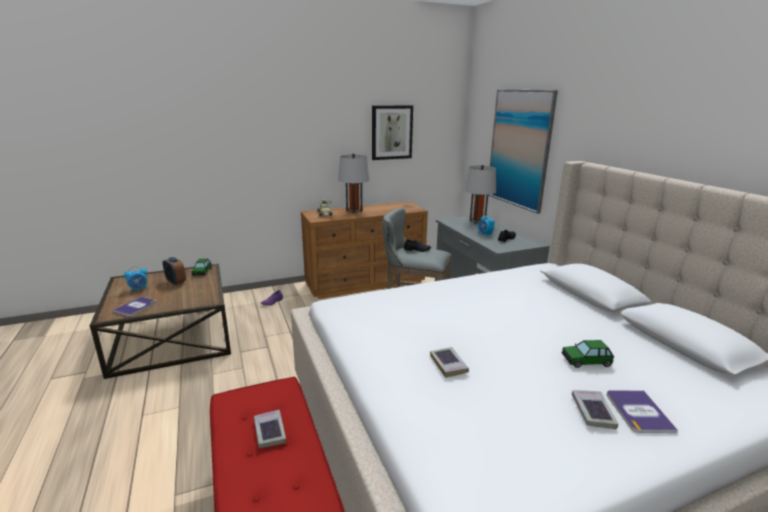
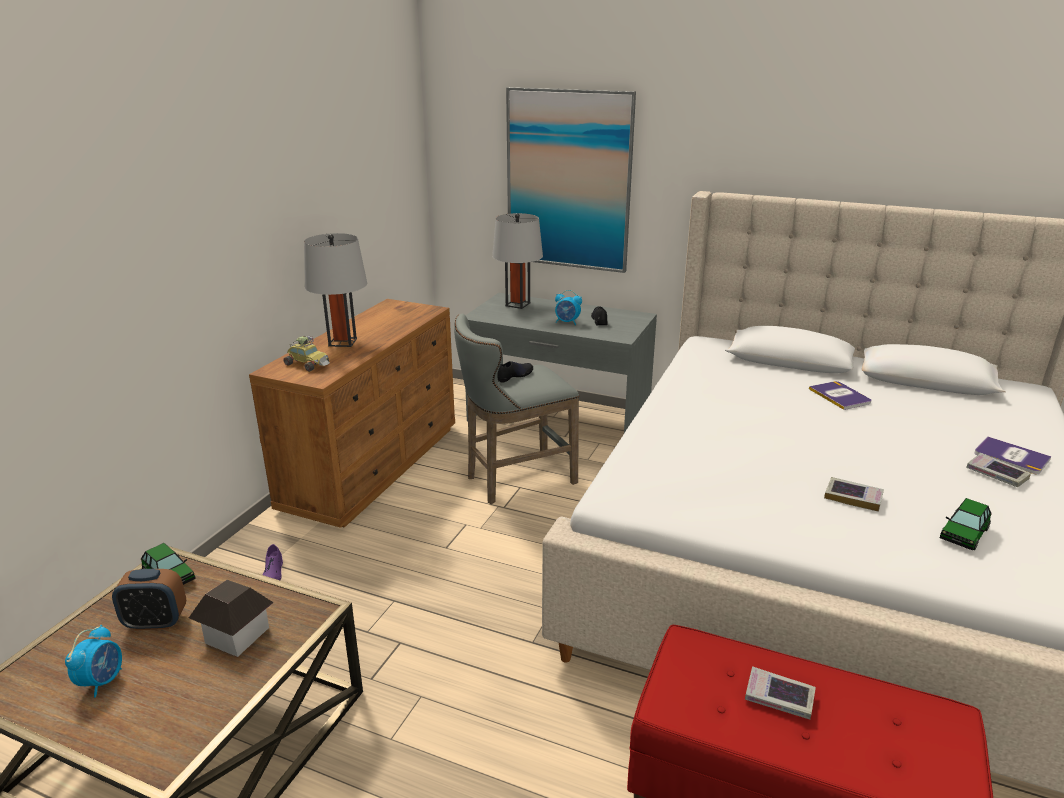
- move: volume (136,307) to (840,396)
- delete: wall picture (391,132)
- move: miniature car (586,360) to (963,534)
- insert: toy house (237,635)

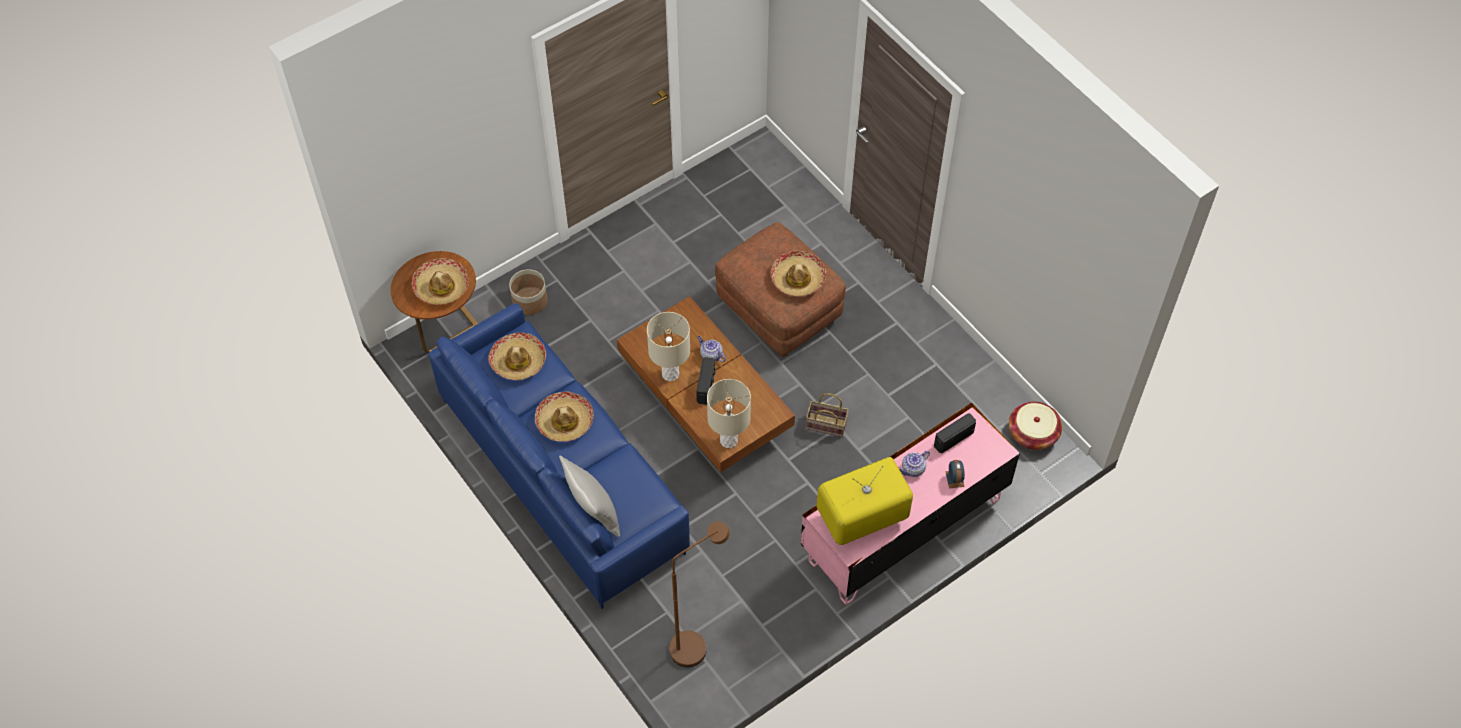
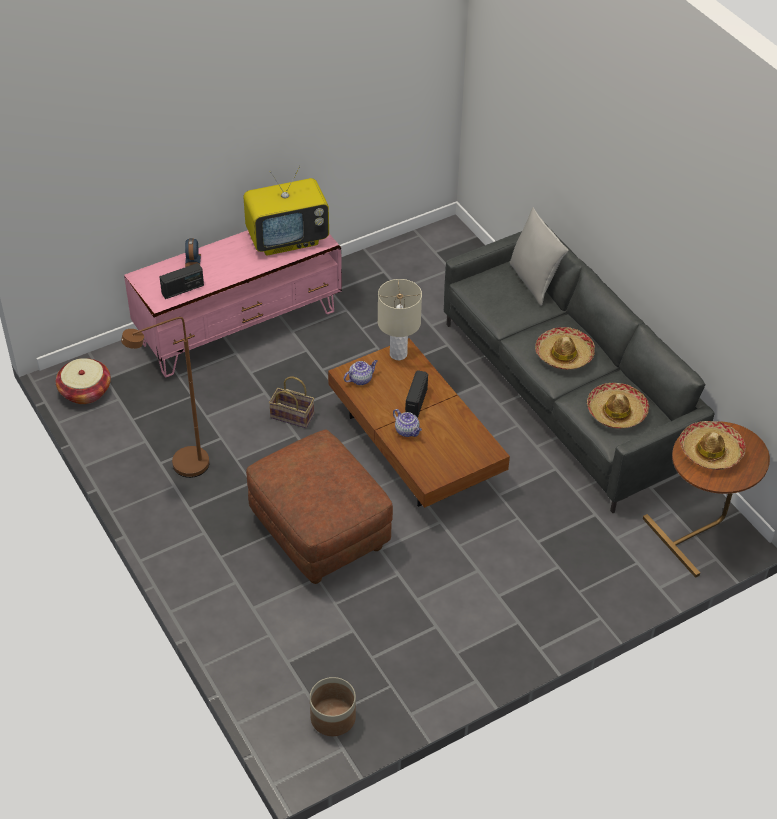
- recolor: bluish couch (563,473) to greyish couch (563,396)
- move: planter (530,301) to (333,718)
- delete: beige table lamp (670,374)
- move: brown standard lamp (696,643) to (181,468)
- delete: wearable hat (798,278)
- move: tea pot (913,469) to (361,379)

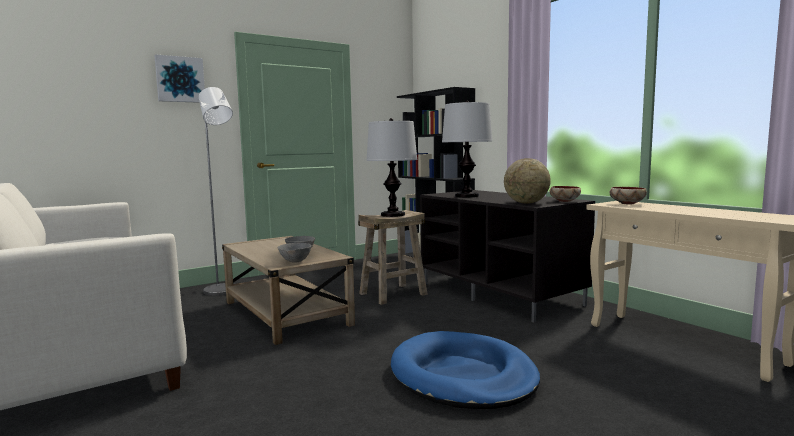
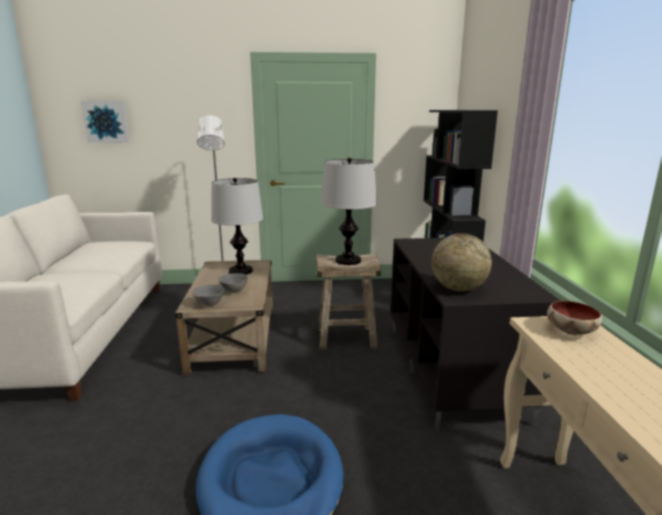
- move: wall picture (180,79) to (106,121)
- move: table lamp (467,196) to (240,271)
- delete: deep dish (564,201)

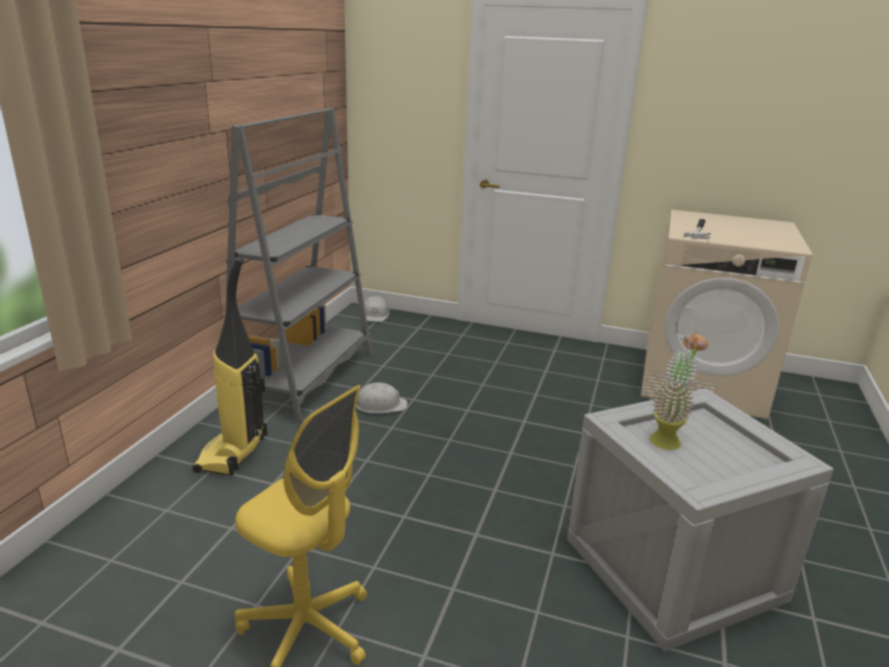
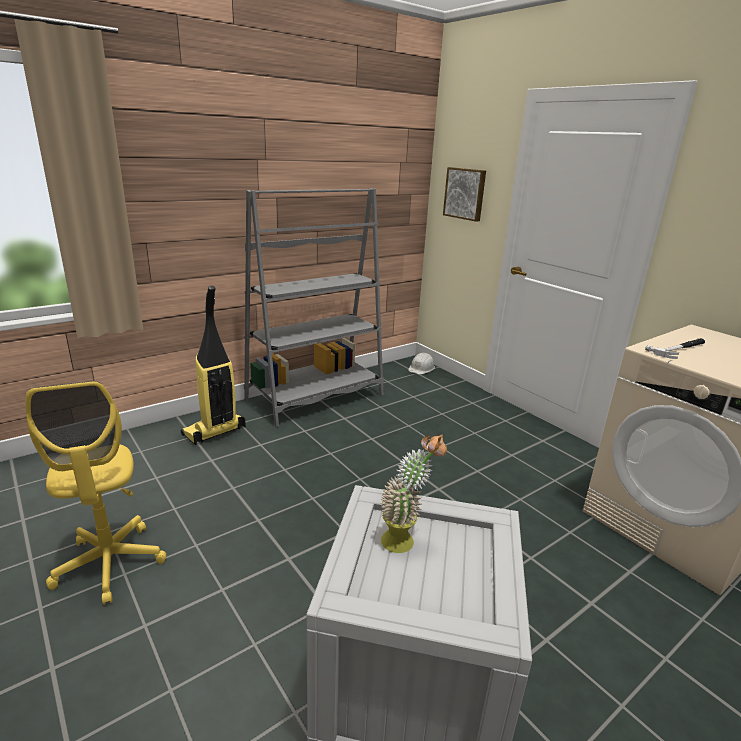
- delete: whitish safety helmet (380,405)
- insert: wall picture (465,193)

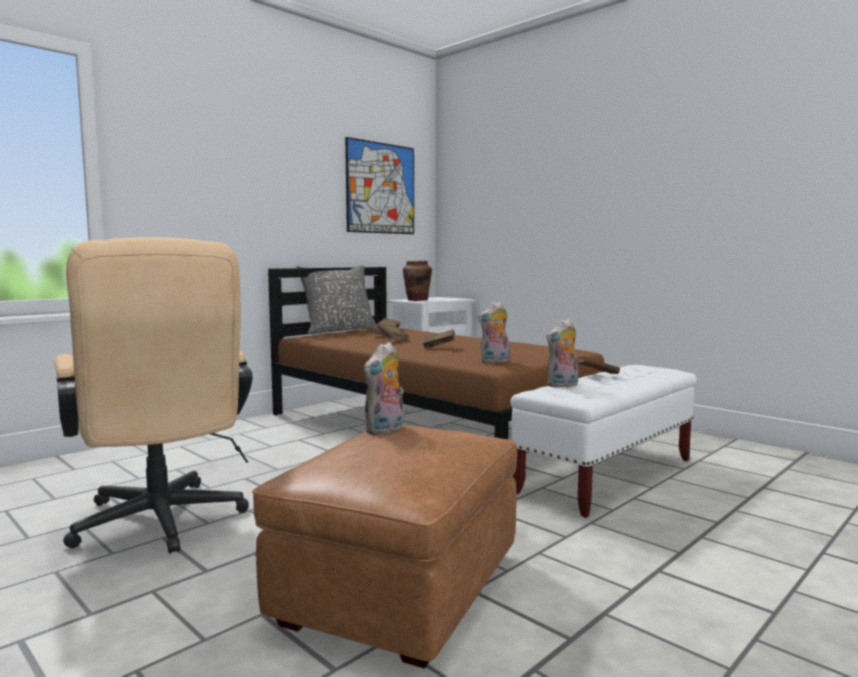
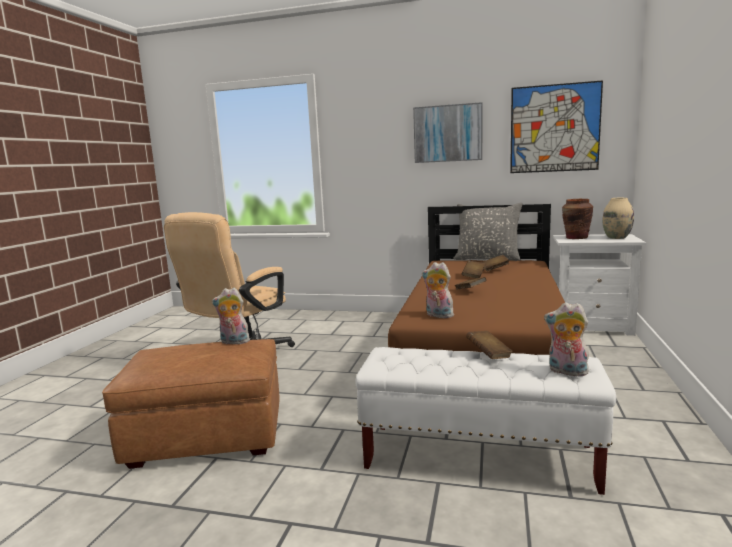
- move: cuddly toy (562,385) to (566,372)
- insert: wall picture (447,133)
- insert: beige flower vase (616,237)

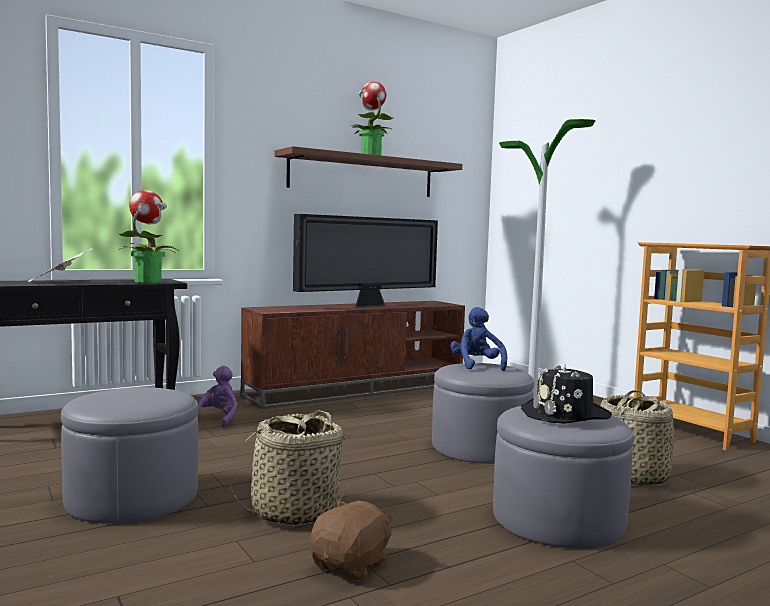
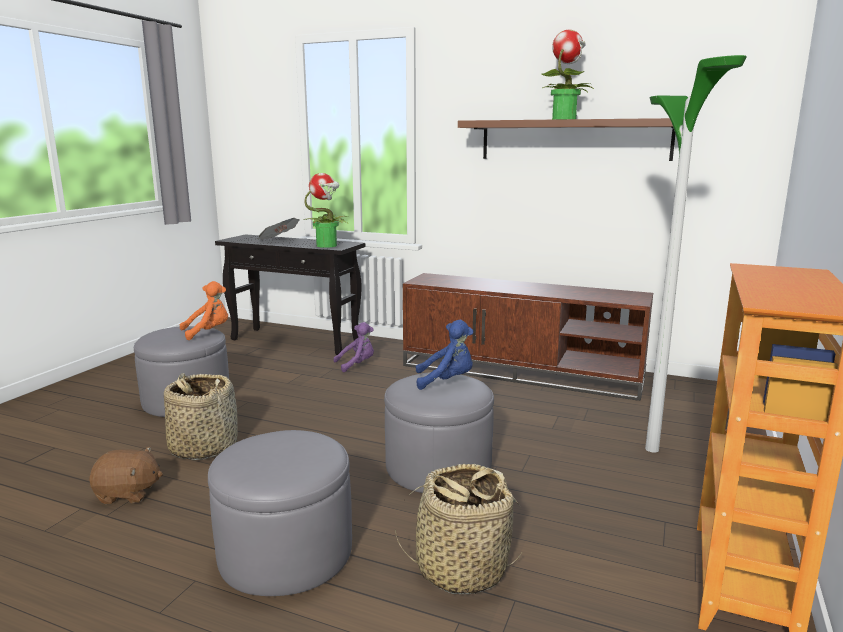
- delete: television (369,305)
- rotate: bluish cuddly toy (477,366) = (447,381) 45 degrees clockwise
- delete: blackish wearable hat (566,415)
- insert: orange cuddly toy (208,332)

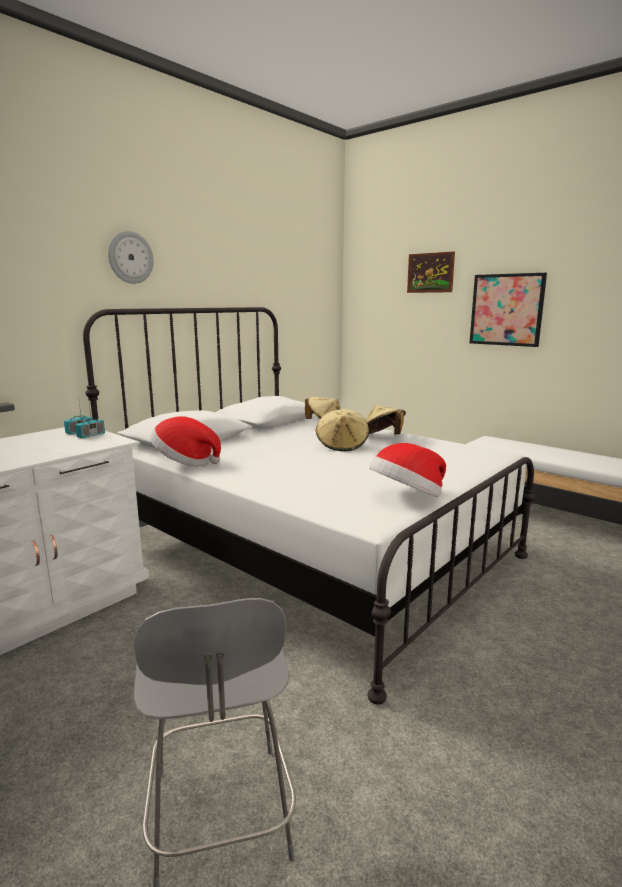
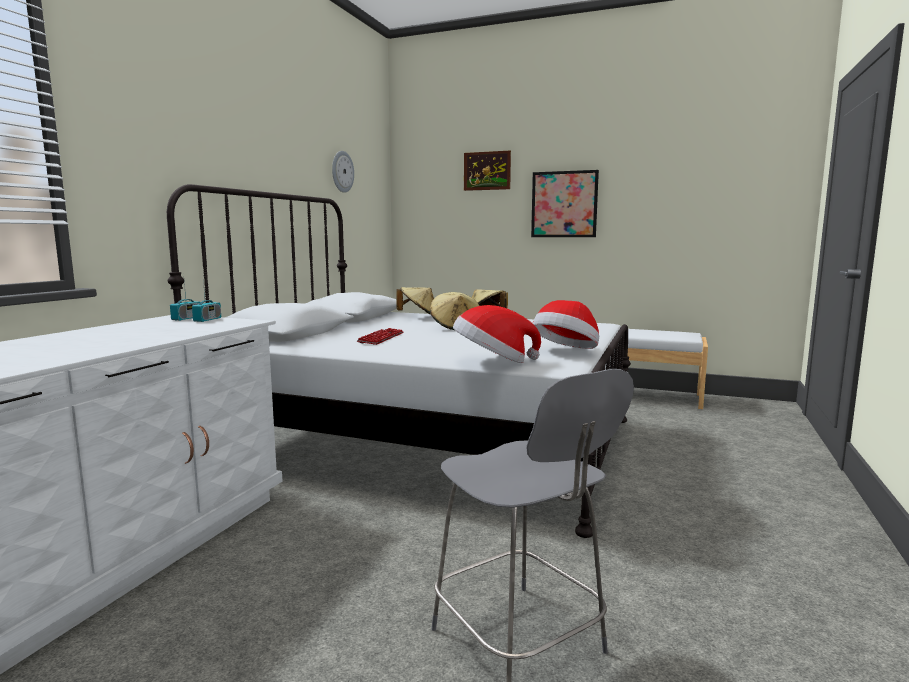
- move: wall clock (130,257) to (342,171)
- move: wearable hat (185,462) to (493,361)
- insert: keyboard (381,338)

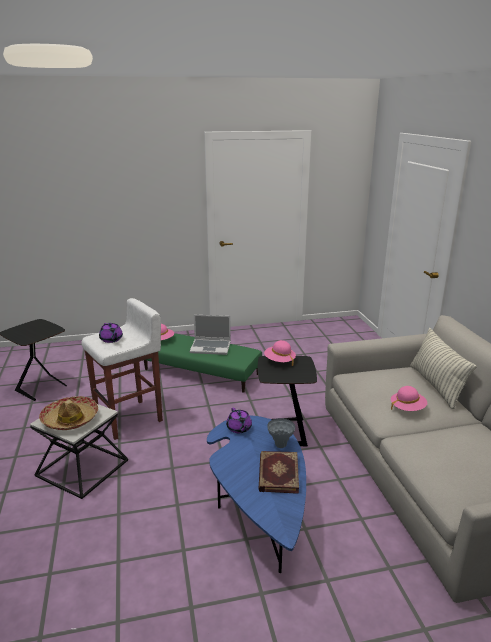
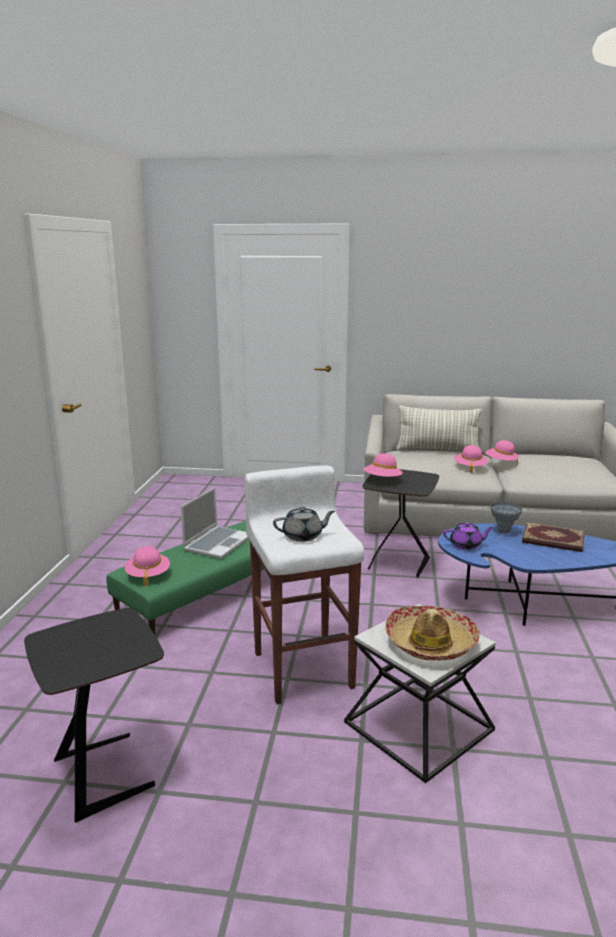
- recolor: purplish tea pot (111,339) to greyish tea pot (303,536)
- insert: pink wearable hat (501,462)

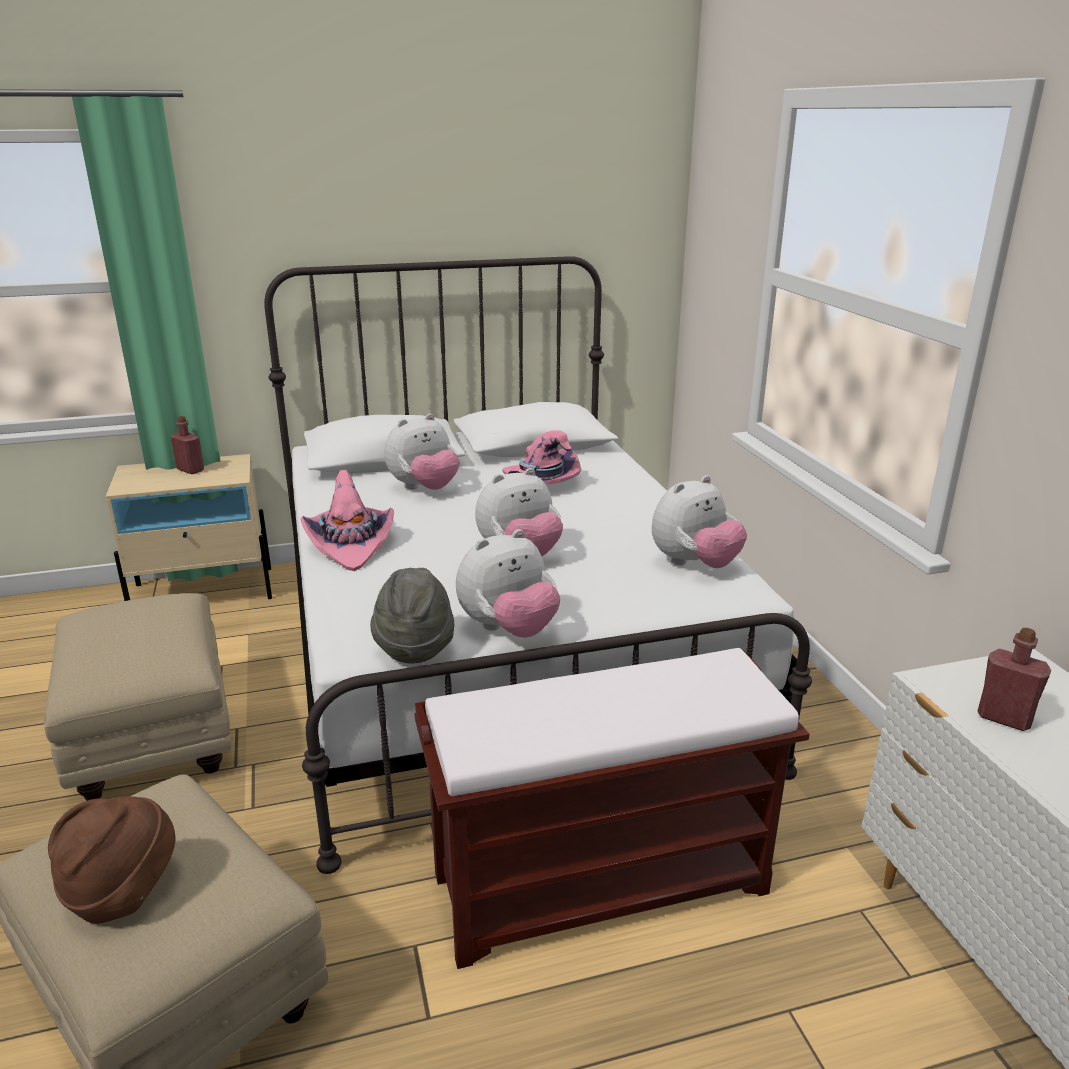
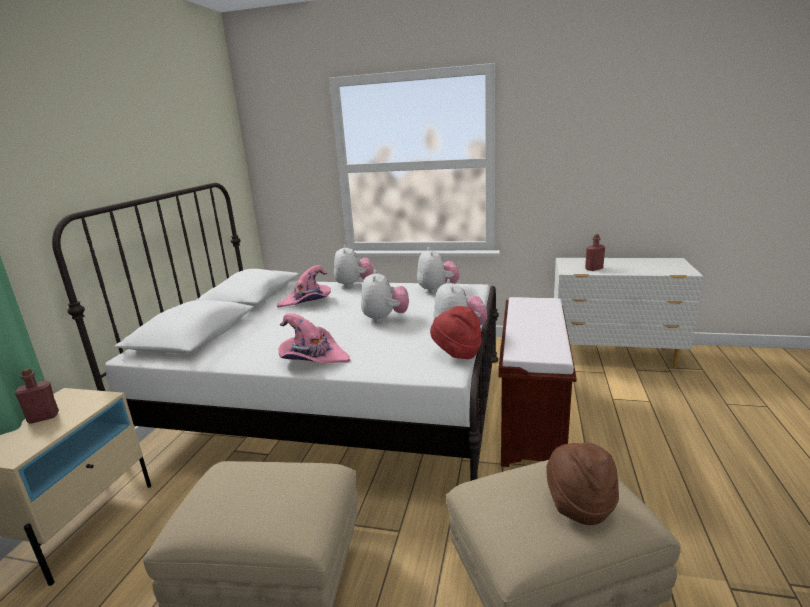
- recolor: greyish wearable hat (414,645) to reddish wearable hat (456,353)
- move: cuddly toy (424,488) to (354,284)

